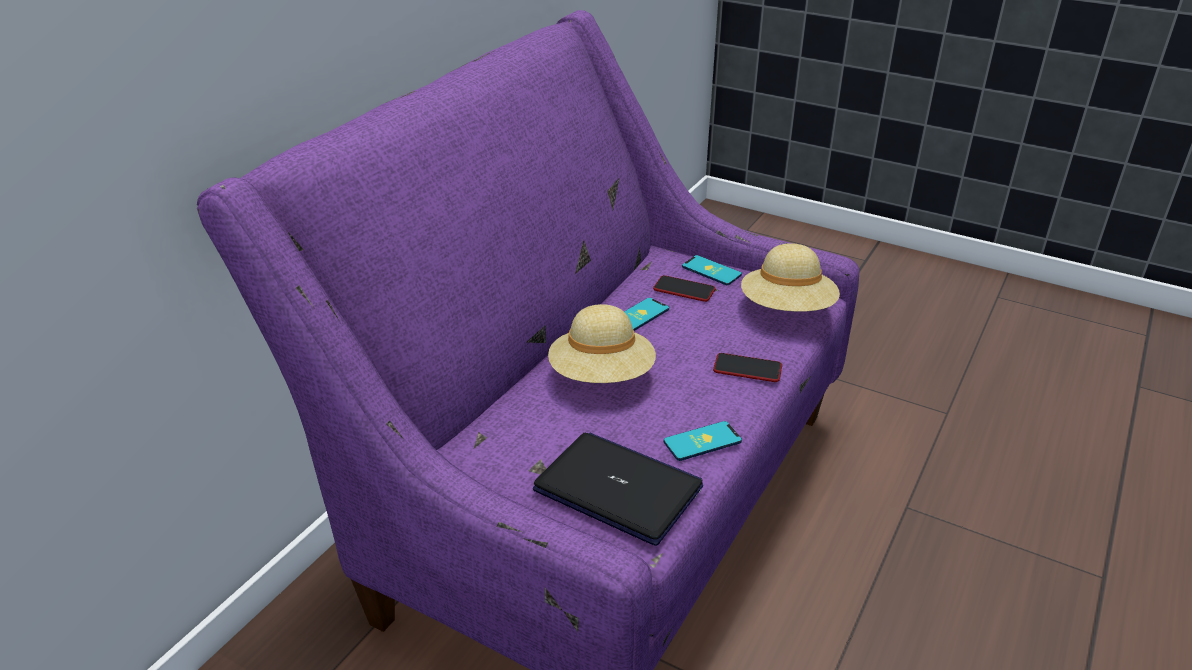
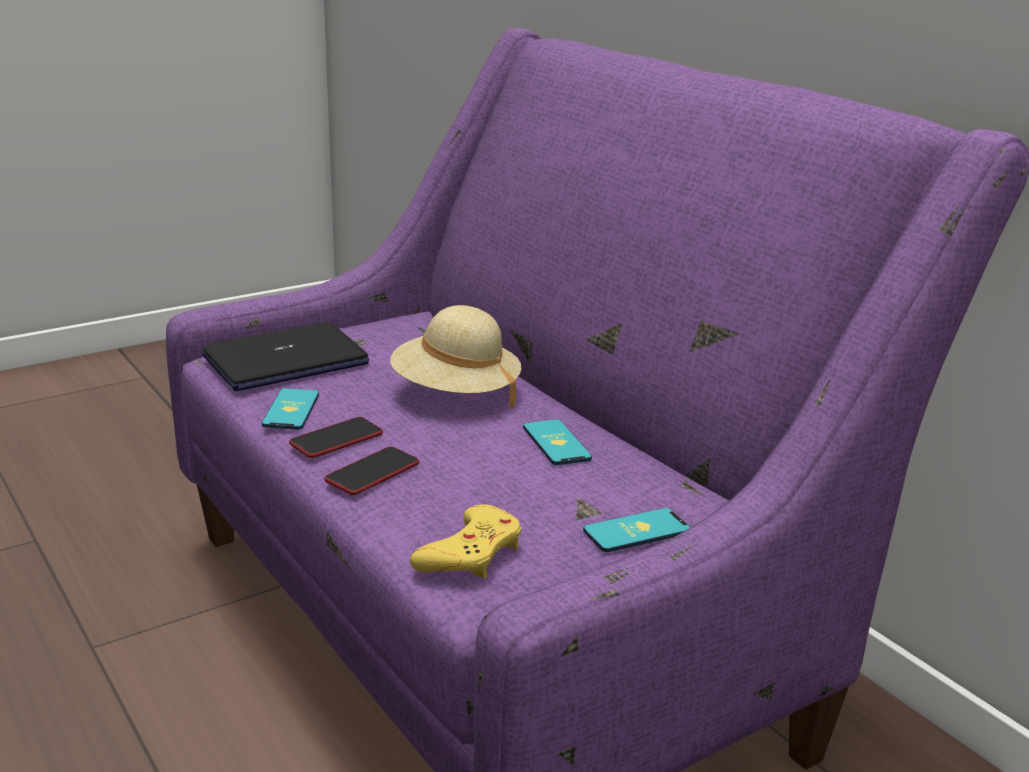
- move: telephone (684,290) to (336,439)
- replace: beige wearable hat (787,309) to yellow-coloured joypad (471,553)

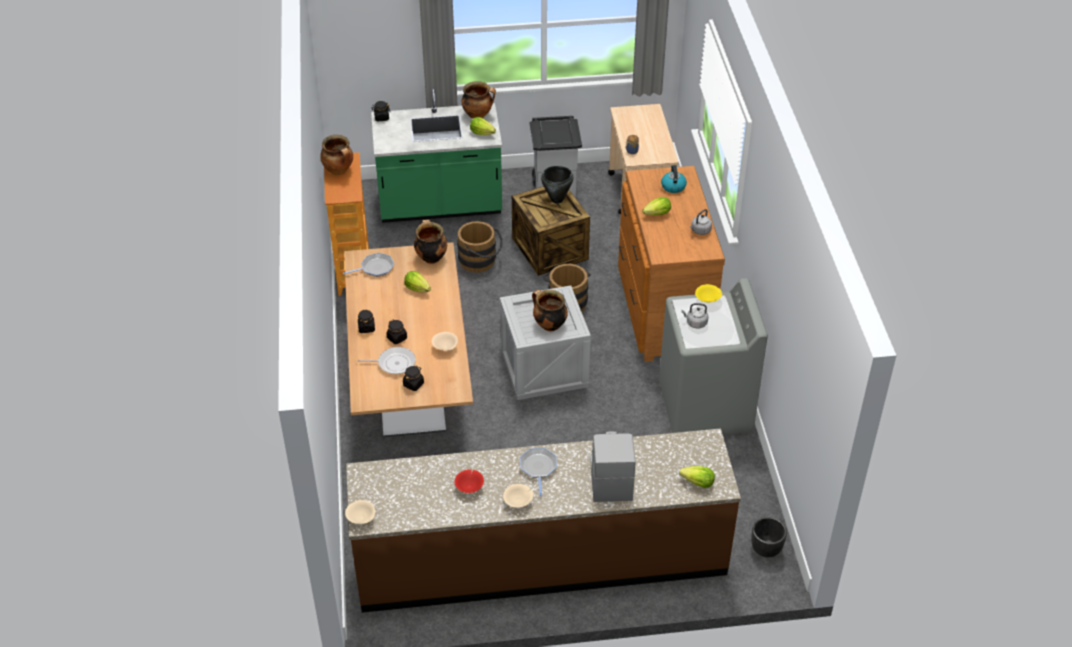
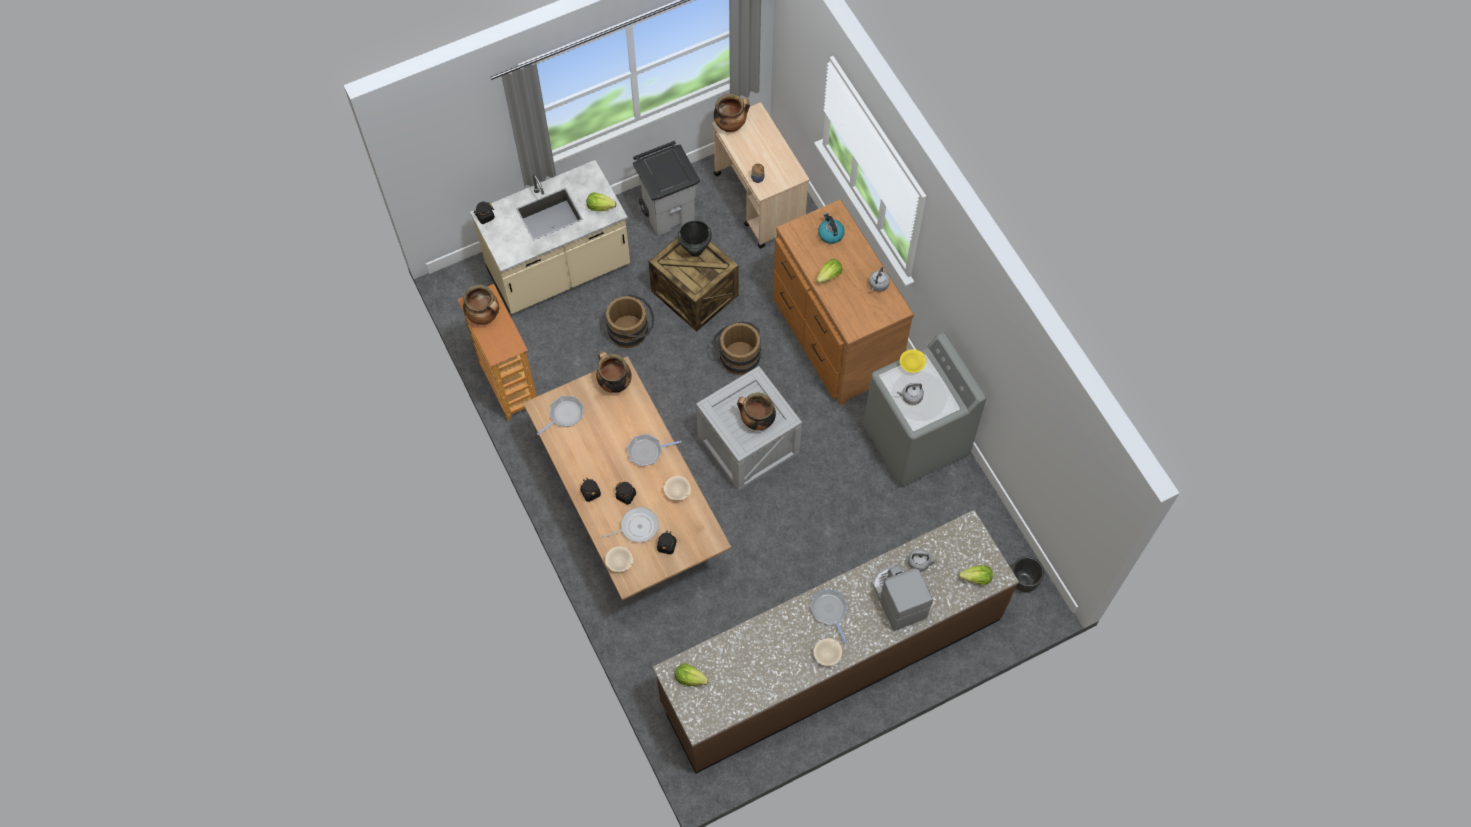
- move: beige deep dish (361,519) to (620,563)
- recolor: green-coloured kitchen counter (440,205) to beige kitchen counter (559,270)
- move: head of lettuce (417,288) to (690,678)
- delete: reddish deep dish (469,487)
- move: saucepot (478,115) to (730,125)
- insert: pan (647,451)
- insert: greyish tea kettle (919,563)

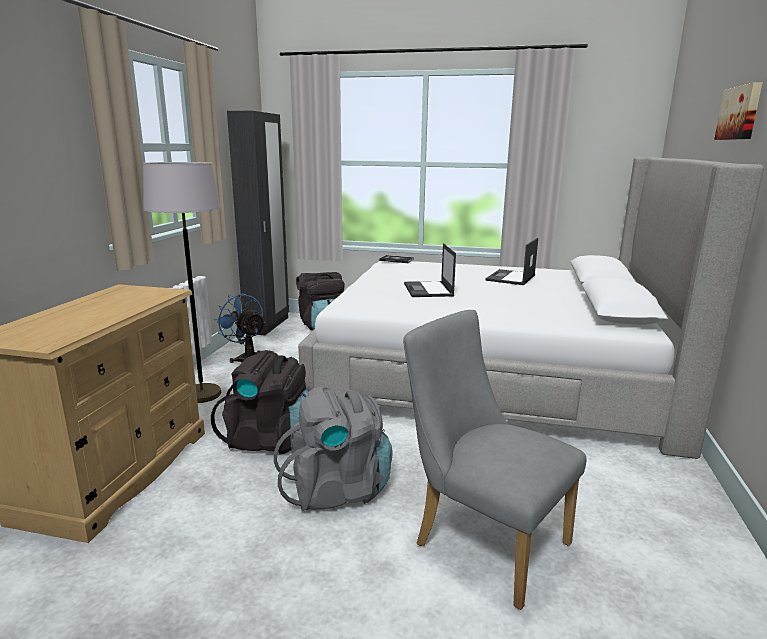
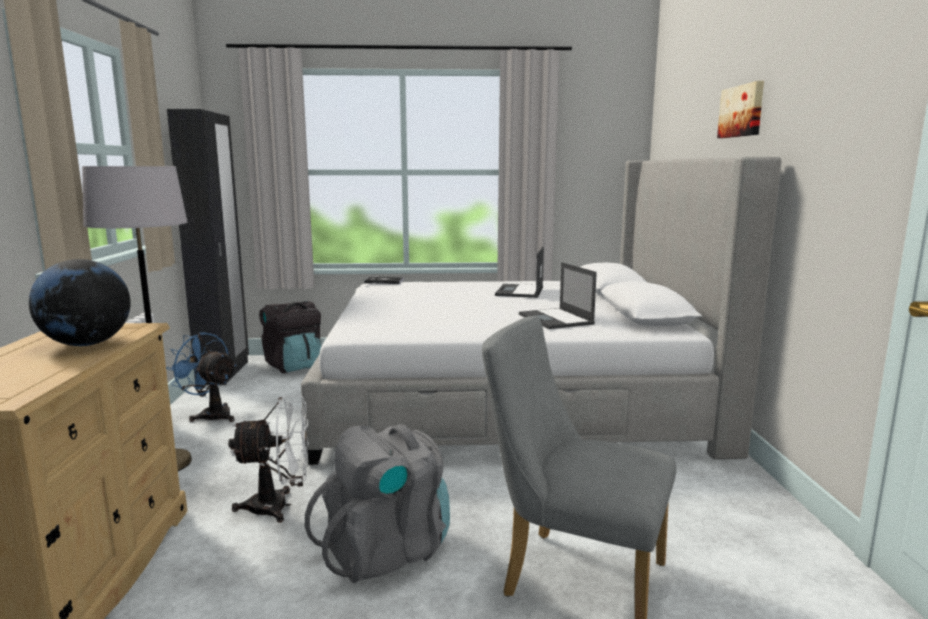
- replace: blackish backpack (270,440) to whitish cooling fan (279,506)
- move: notebook computer (428,290) to (556,319)
- insert: desk globe (87,344)

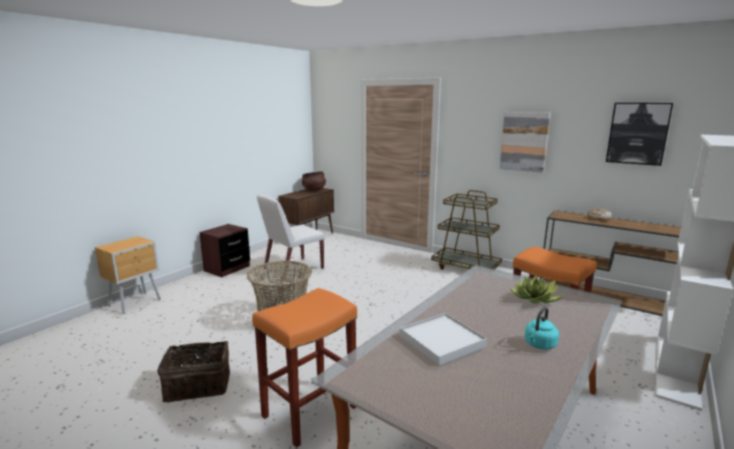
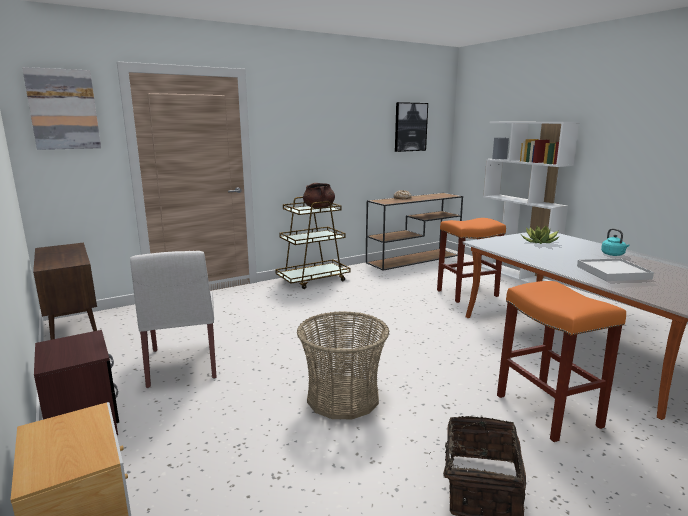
- move: brown saucepot (314,189) to (319,208)
- move: wall picture (524,141) to (63,109)

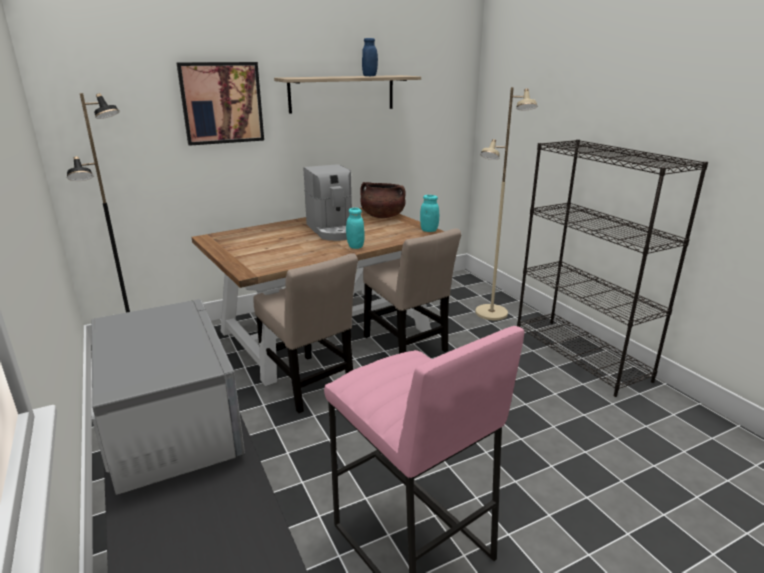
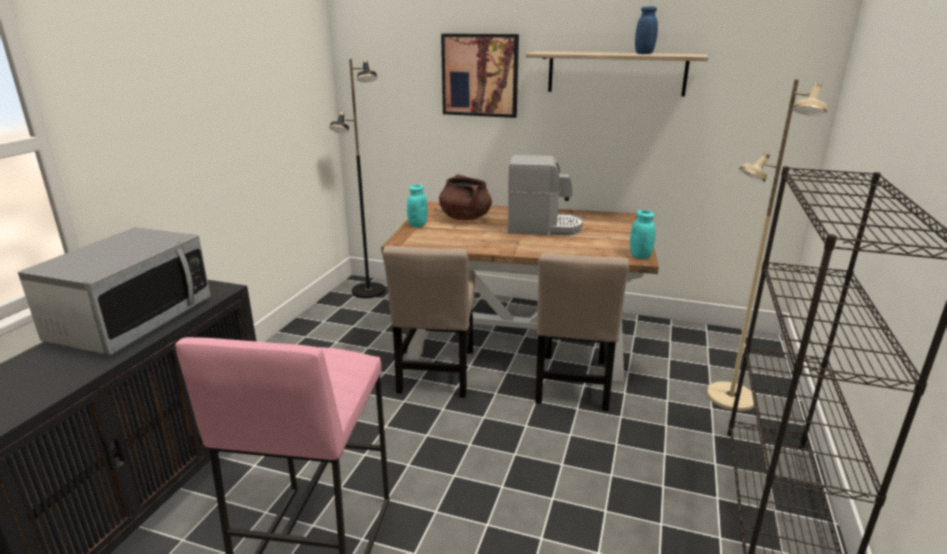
- rotate: coffee maker (333,230) = (543,227) 105 degrees counterclockwise
- move: blue-green jar (355,246) to (417,225)
- move: brown saucepot (382,216) to (465,217)

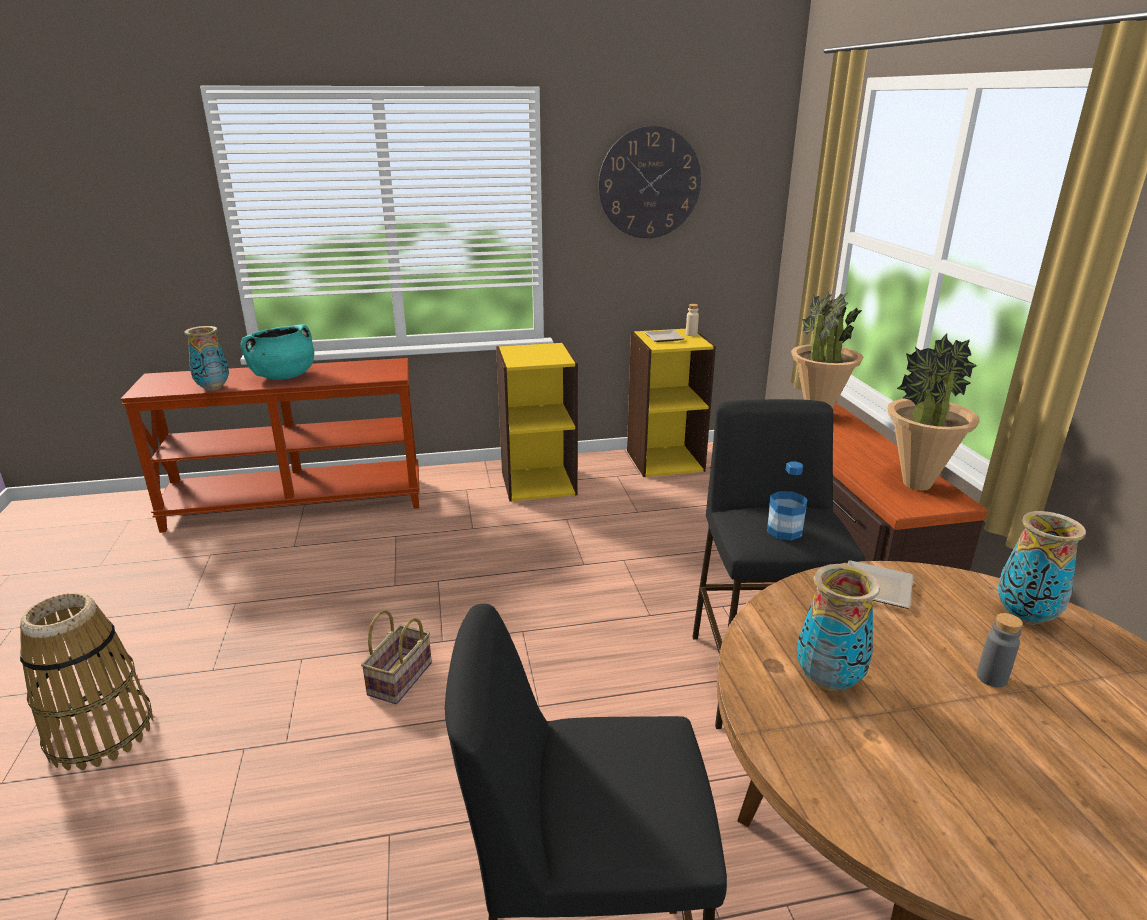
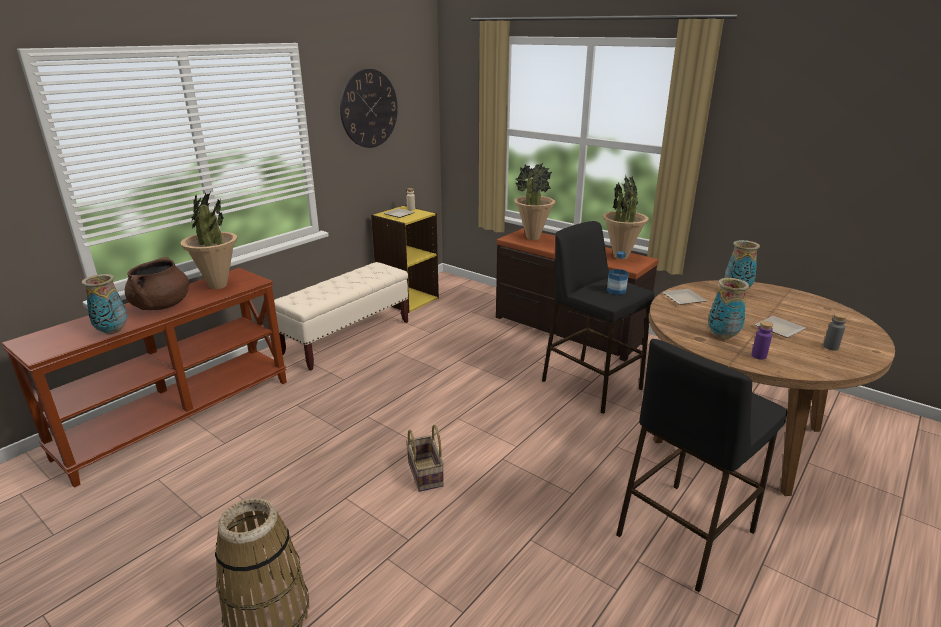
- recolor: blue-green saucepot (283,376) to brown saucepot (161,306)
- replace: yellow-coloured bookcase (538,482) to beige bench (347,338)
- move: greyish drink bottle (991,678) to (830,347)
- insert: houseplant (218,285)
- insert: purplish drink bottle (759,356)
- insert: dinner plate (781,329)

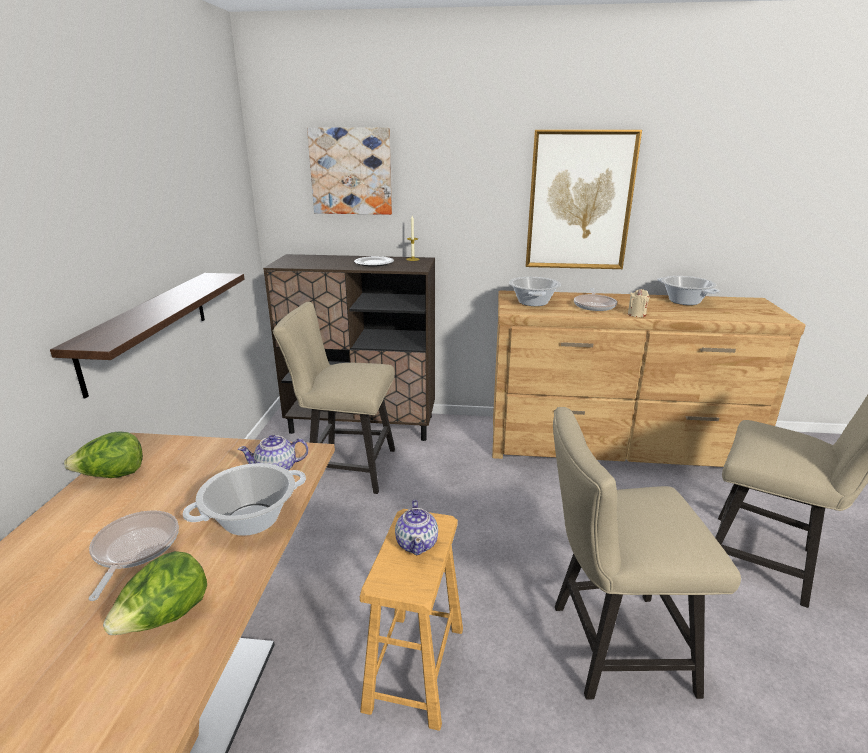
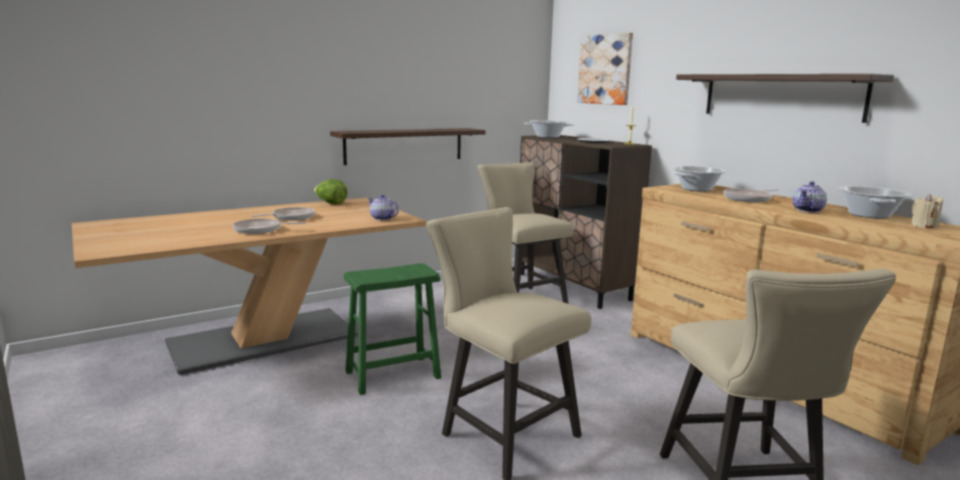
- replace: head of lettuce (165,618) to pan (260,230)
- move: saucepot (251,519) to (548,137)
- recolor: brown stool (416,667) to green-coloured stool (393,375)
- move: tea pot (417,543) to (808,210)
- replace: wall picture (579,201) to bracket shelf (780,96)
- move: beige candle (636,314) to (923,226)

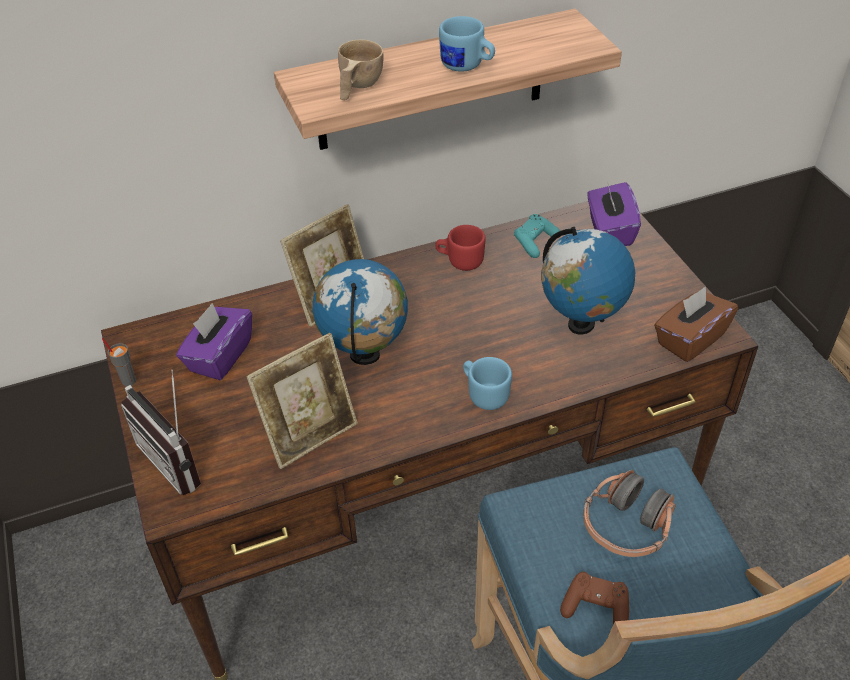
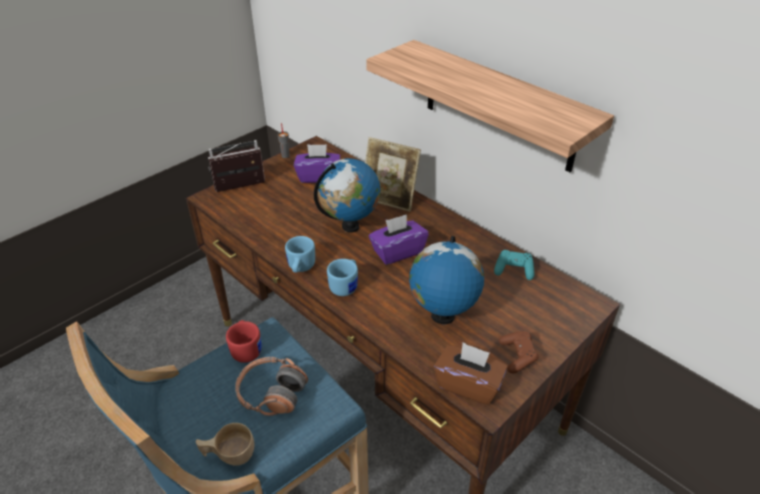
- rotate: radio set (179,459) = (240,189) 45 degrees clockwise
- delete: picture frame (310,435)
- move: beige small cup (357,87) to (229,455)
- move: reddish mug (460,261) to (247,349)
- move: bluish mug (467,66) to (300,268)
- move: brown joypad (596,607) to (518,356)
- move: purplish tissue holder (609,230) to (397,251)

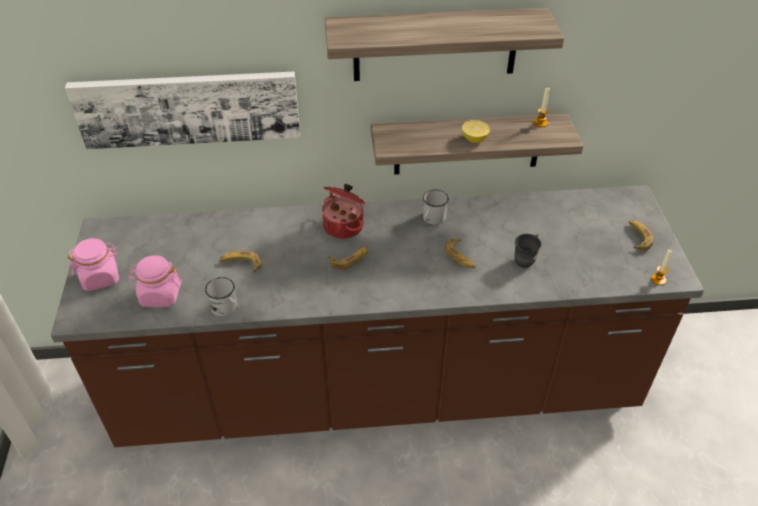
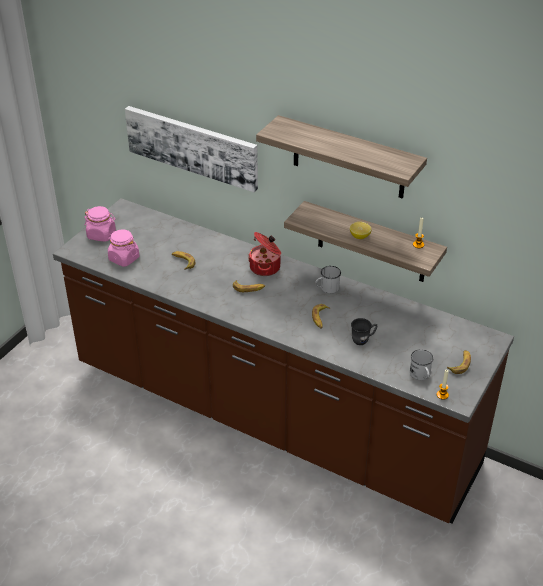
- move: whitish mug (227,309) to (421,375)

